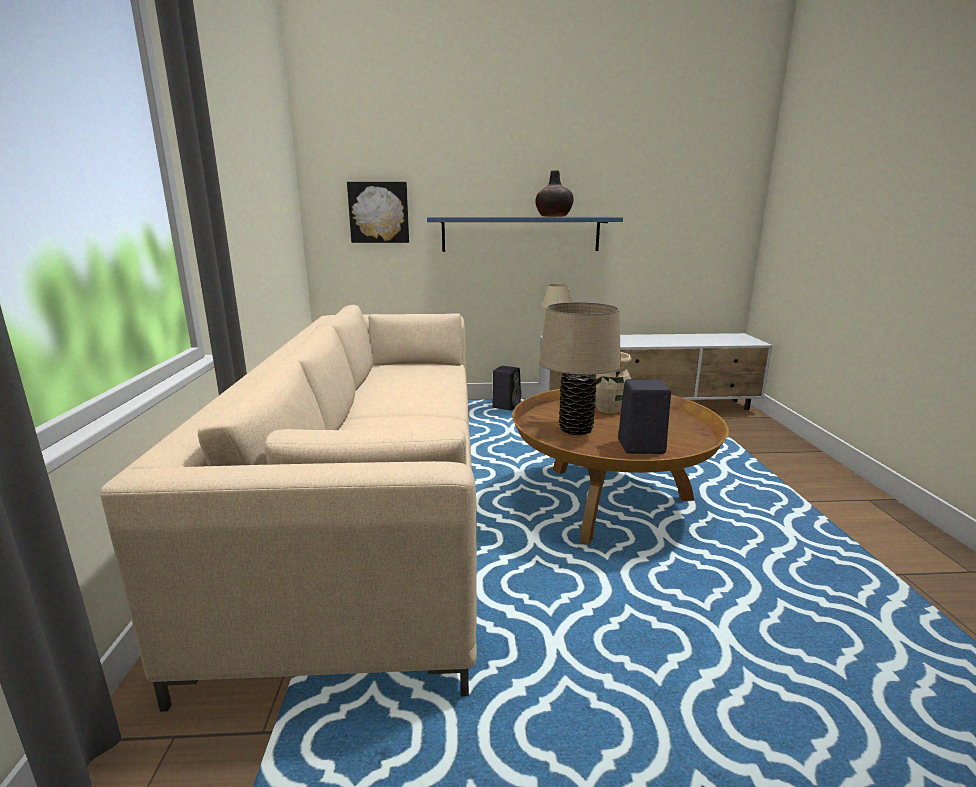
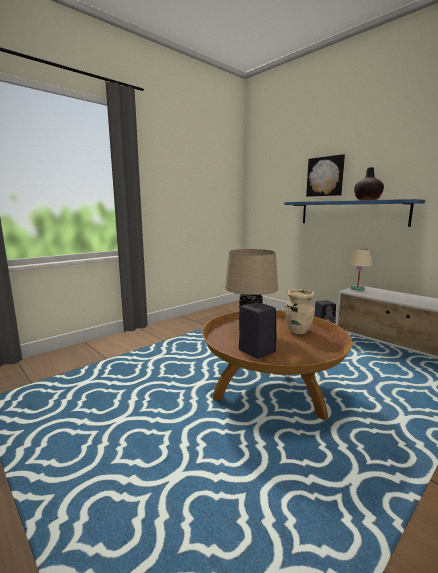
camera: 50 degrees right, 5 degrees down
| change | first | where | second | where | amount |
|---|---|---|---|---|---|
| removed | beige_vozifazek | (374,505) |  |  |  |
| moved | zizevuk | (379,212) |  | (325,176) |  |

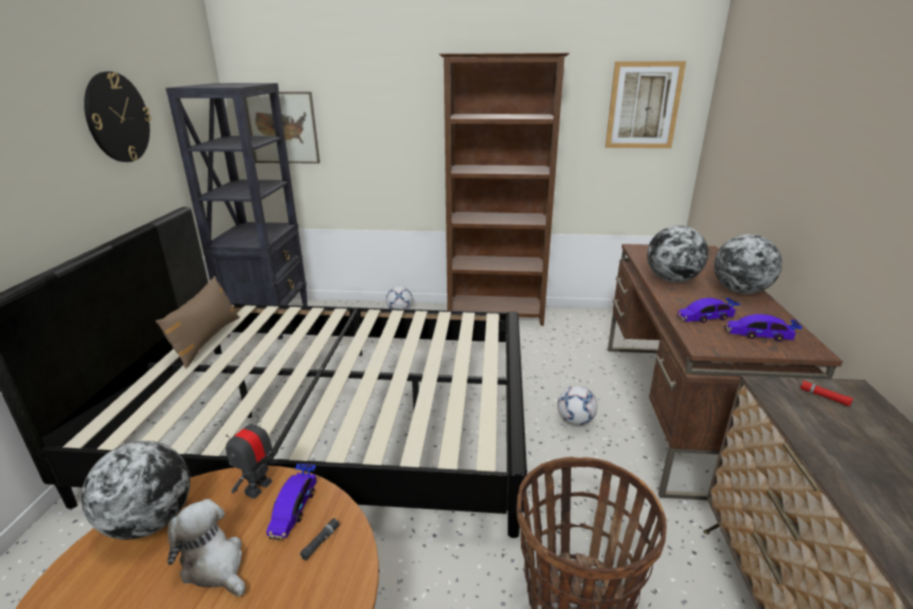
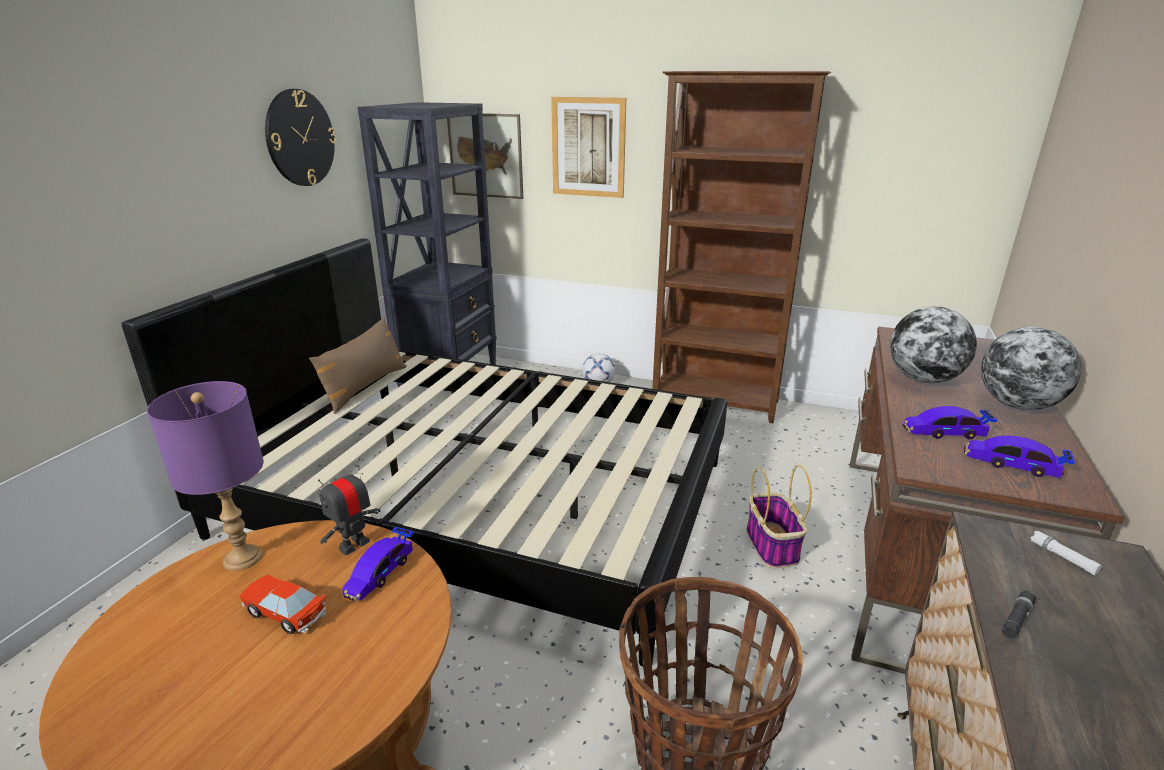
camera: 15 degrees right, 0 degrees up
| change | first | where | second | where | amount |
|---|---|---|---|---|---|
| replaced | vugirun | (150,522) | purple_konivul | (242,558) |  |
| replaced | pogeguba | (215,565) | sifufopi | (285,612) |  |
| moved | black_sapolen | (320,542) |  | (1016,619) |  |
| replaced | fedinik | (575,421) | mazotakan | (772,546) |  |
| moved | zizevuk | (643,105) |  | (588,147) |  |
| recoloured | red_sapolen | (824,397) | white_sapolen | (1062,557) |  |

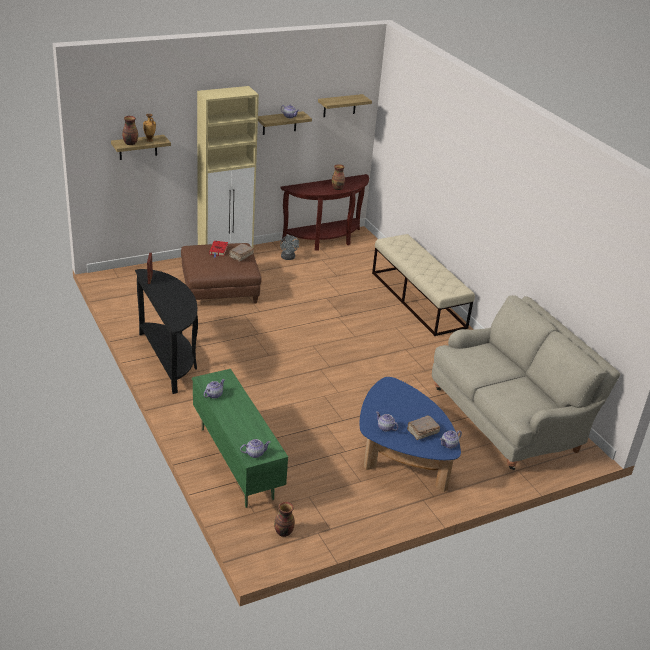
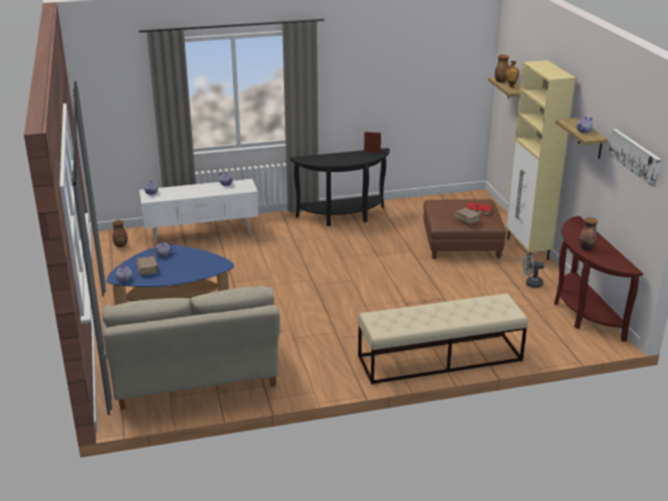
camera: 105 degrees right, 5 degrees down
| change | first | where | second | where | amount |
|---|---|---|---|---|---|
| recoloured | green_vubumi | (236,463) | white_vubumi | (201,234) |  |
| replaced | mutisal | (339,105) | zizevuk | (635,156) |  |

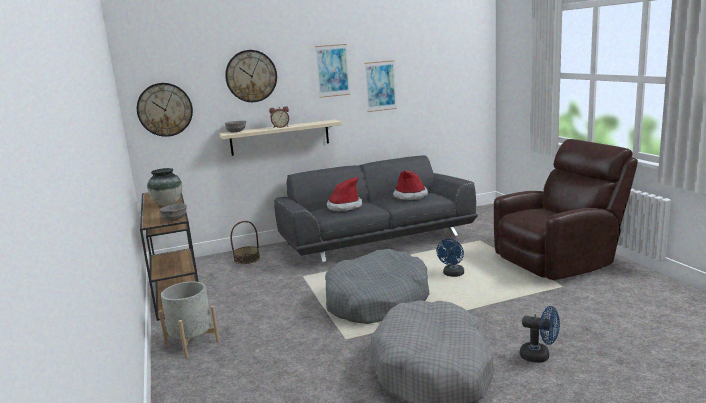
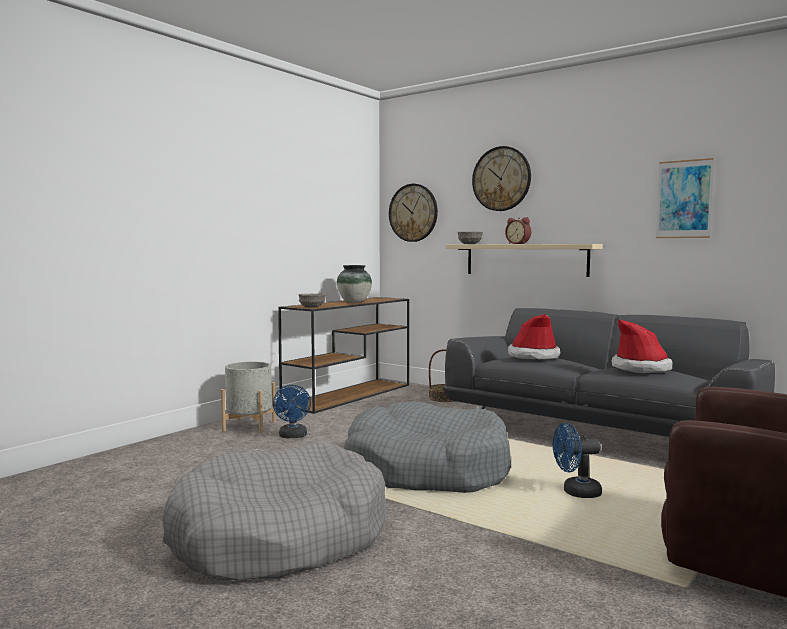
camera: 55 degrees right, 10 degrees down
| change | first | where | second | where | amount |
|---|---|---|---|---|---|
| removed | zizevuk | (332,70) |  |  |  |
| moved | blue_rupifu | (540,356) |  | (293,436) |  |

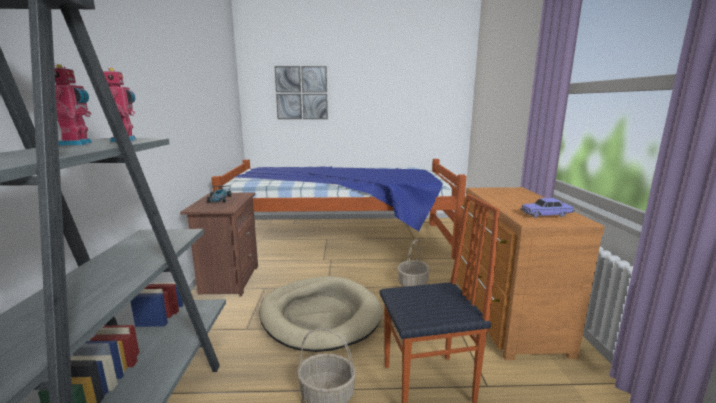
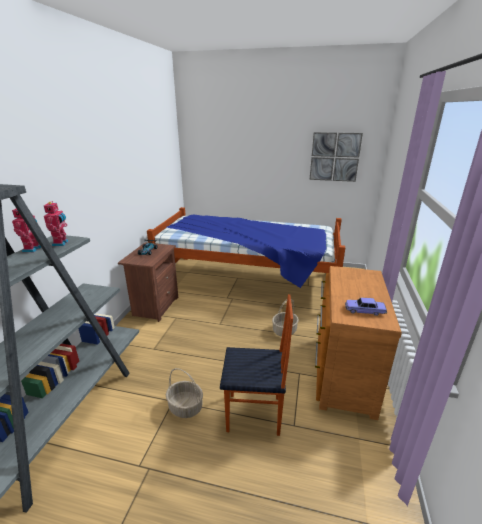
camera: 15 degrees right, 10 degrees up
| change | first | where | second | where | amount |
|---|---|---|---|---|---|
| removed | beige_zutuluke | (320,316) |  |  |  |
| moved | zizevuk | (301,93) |  | (334,157) |  |

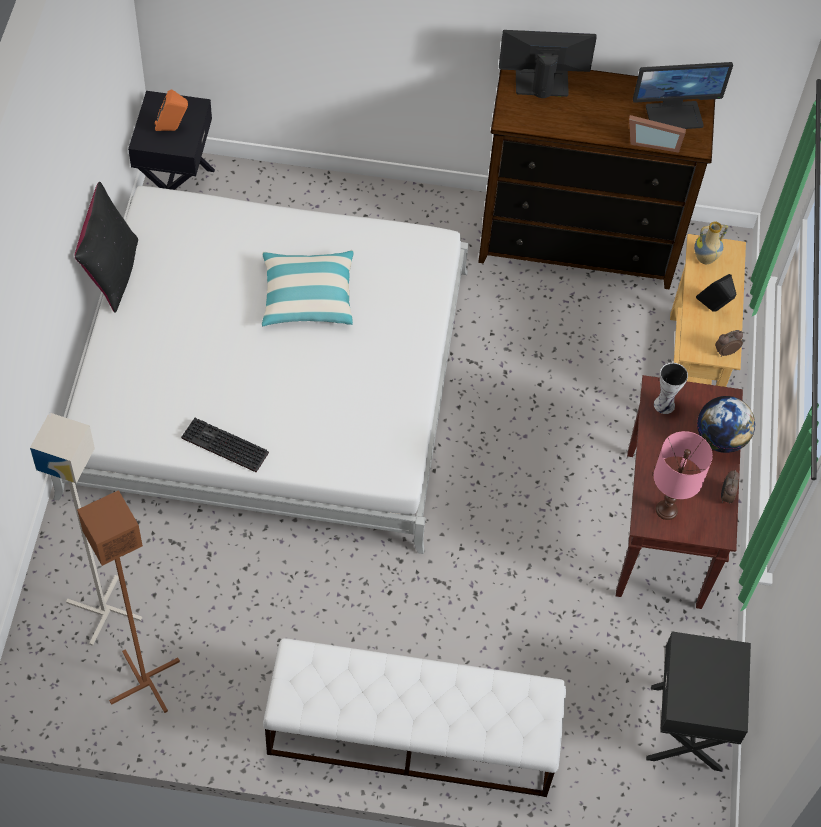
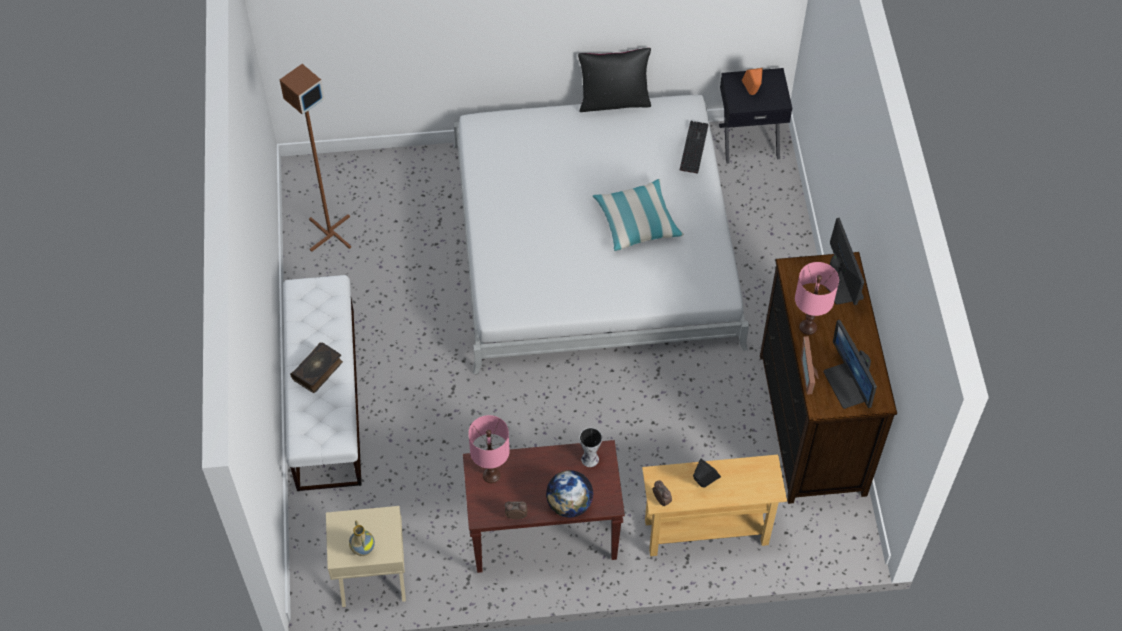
camera: 80 degrees right, 0 degrees up
| change | first | where | second | where | amount |
|---|---|---|---|---|---|
| removed | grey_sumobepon | (105,610) |  |  |  |
| moved | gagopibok | (222,446) |  | (692,147) |  |
| recoloured | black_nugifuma | (687,728) | beige_nugifuma | (372,577) |  |
| moved | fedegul | (705,259) |  | (362,549) |  |
| added |  |  | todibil | (318,370) |  |
| added |  |  | pink_konivul | (807,327) |  |

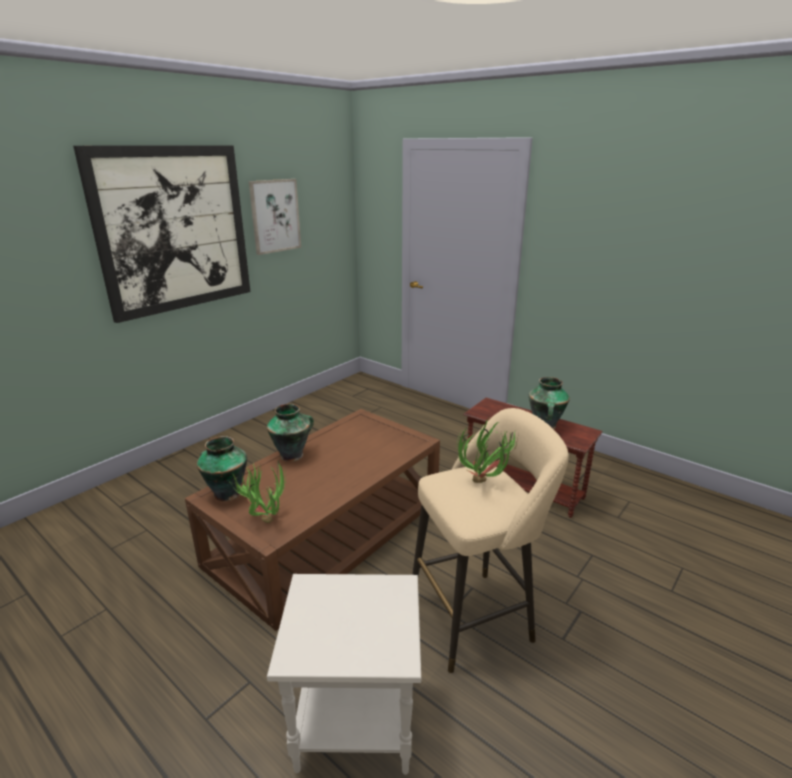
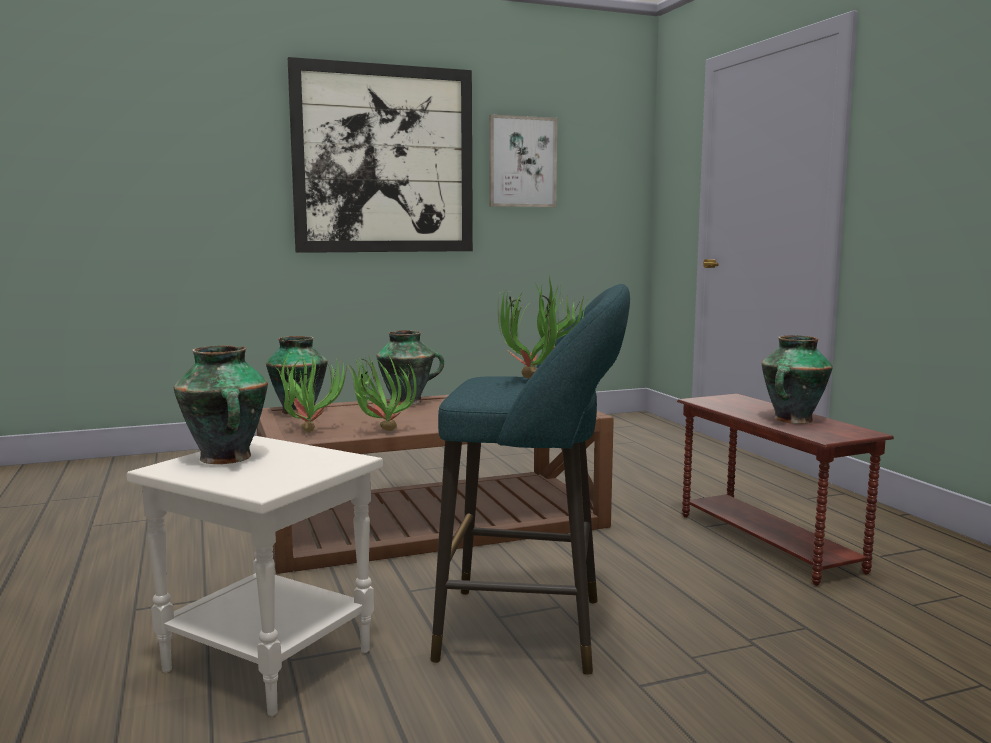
camera: 30 degrees right, 15 degrees down
| change | first | where | second | where | amount |
|---|---|---|---|---|---|
| recoloured | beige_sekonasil | (476,616) | turquoise_sekonasil | (532,630) |  |
| added |  |  | fedegul | (226,458) |  |
| added |  |  | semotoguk | (379,431) |  |

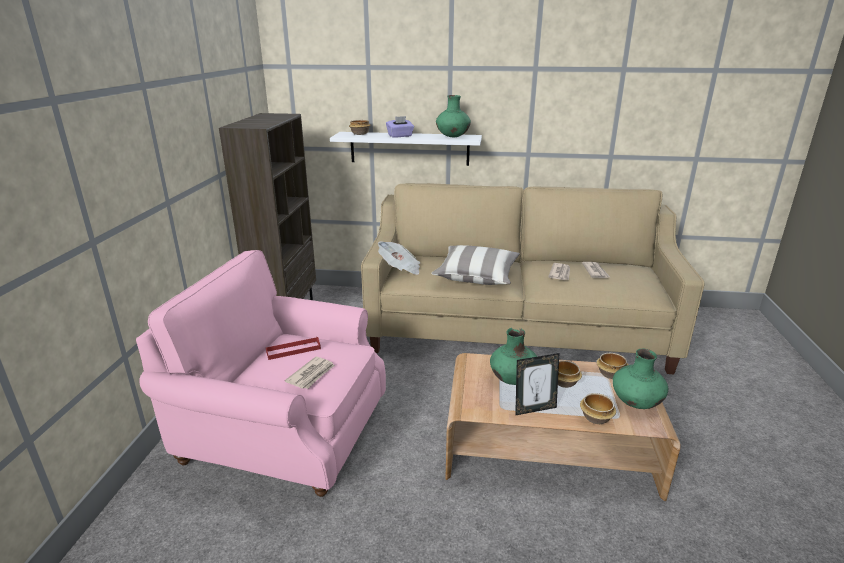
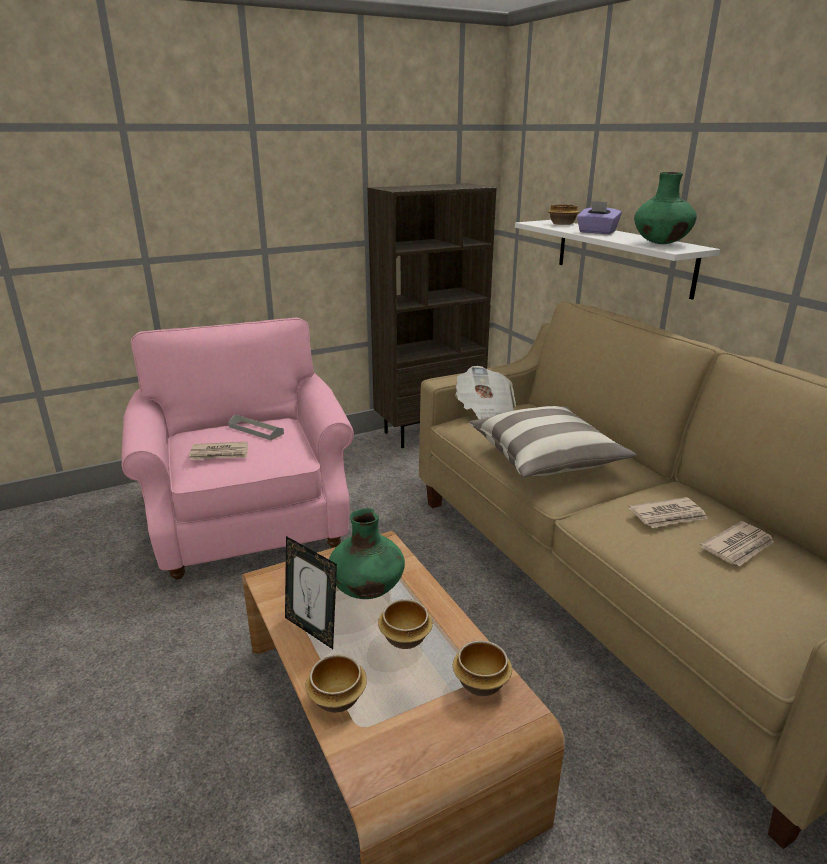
camera: 55 degrees right, 0 degrees up
| change | first | where | second | where | amount |
|---|---|---|---|---|---|
| recoloured | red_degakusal | (293,350) | grey_degakusal | (256,430) |  |
| removed | green_fedegul | (636,402) |  |  |  |

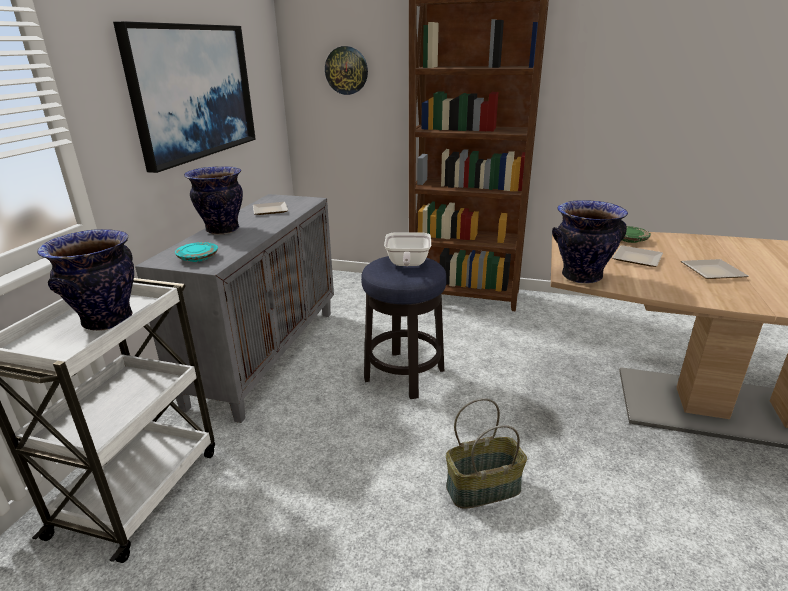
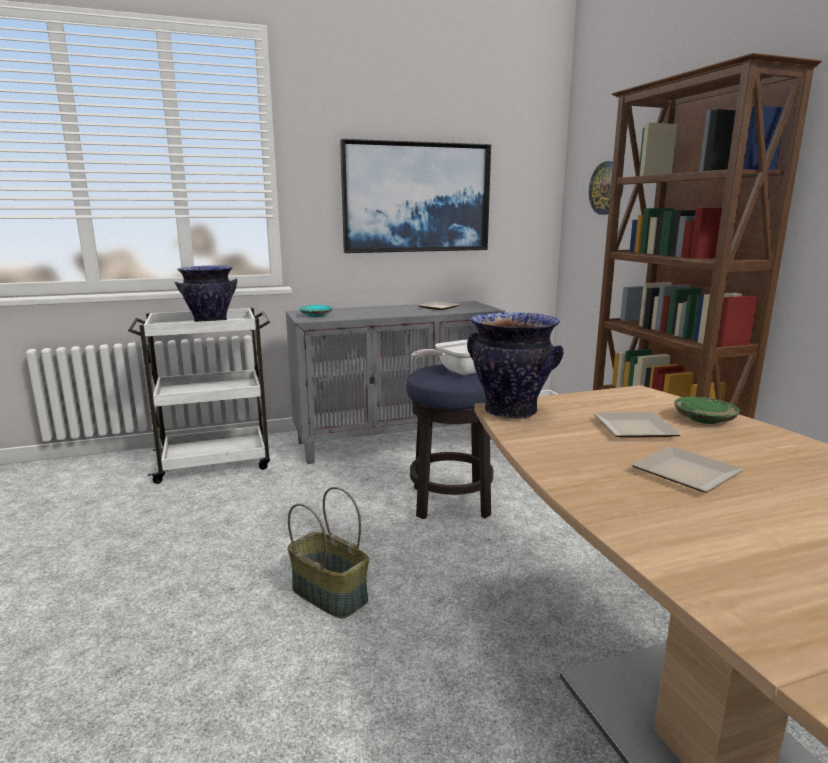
camera: 55 degrees right, 10 degrees down
| change | first | where | second | where | amount |
|---|---|---|---|---|---|
| removed | fedegul | (222,230) |  |  |  |

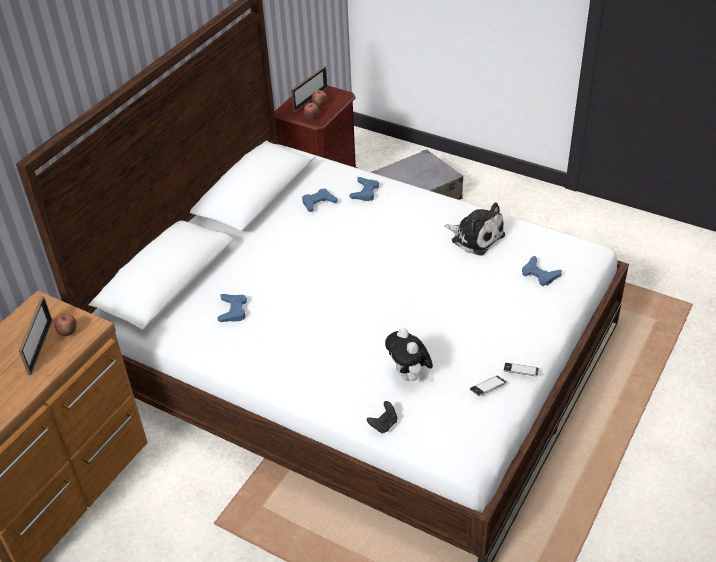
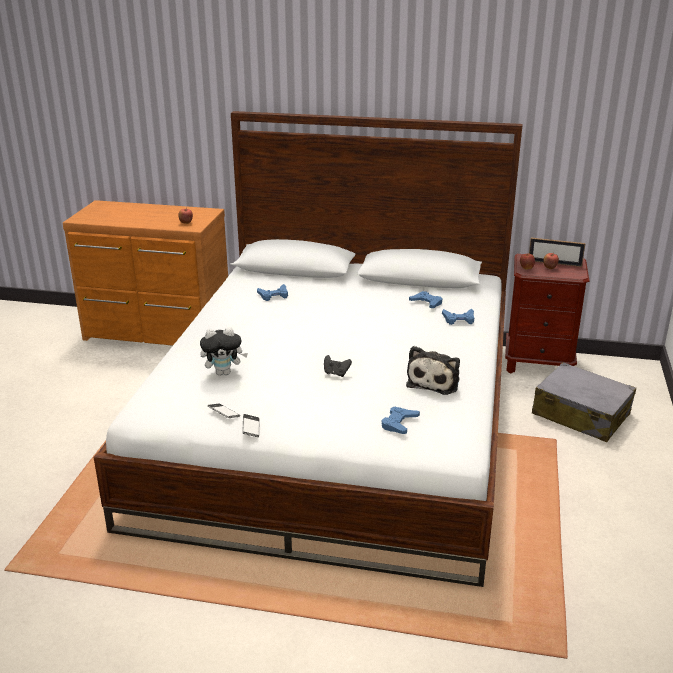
camera: 70 degrees right, 15 degrees down
| change | first | where | second | where | amount |
|---|---|---|---|---|---|
| removed | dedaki | (40,347) |  |  |  |
| moved | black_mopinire | (384,424) |  | (336,373) |  |
| turned | pogeguba | (409,376) |  | (224,372) | 150 degrees counterclockwise |

